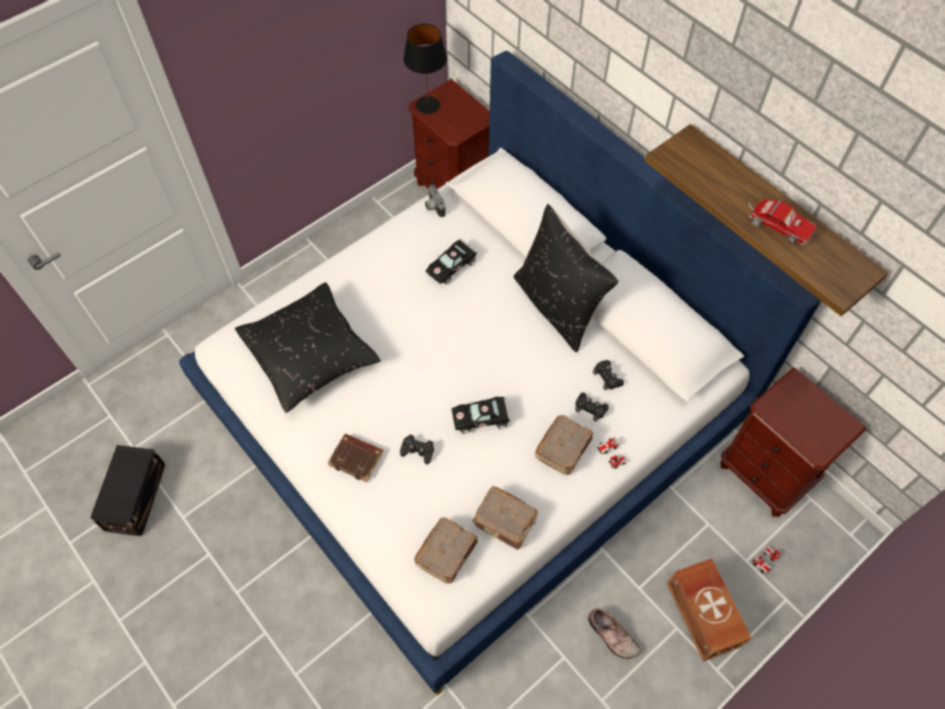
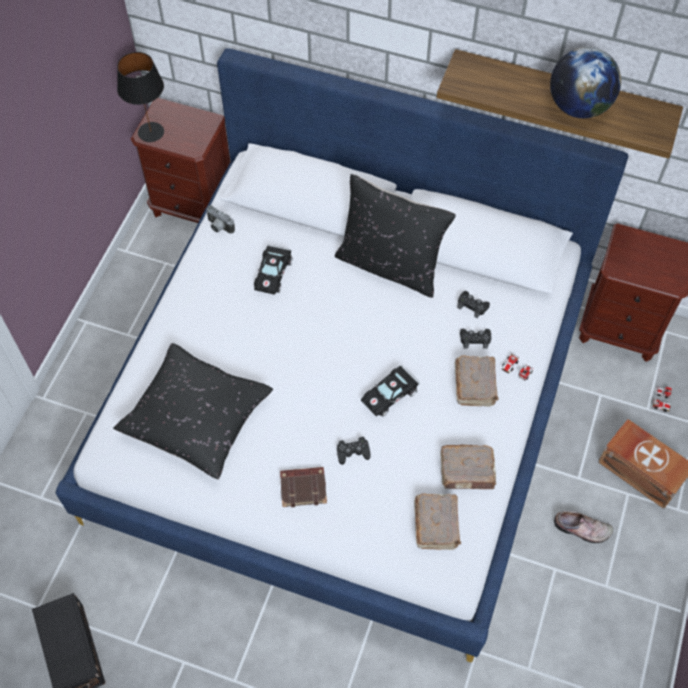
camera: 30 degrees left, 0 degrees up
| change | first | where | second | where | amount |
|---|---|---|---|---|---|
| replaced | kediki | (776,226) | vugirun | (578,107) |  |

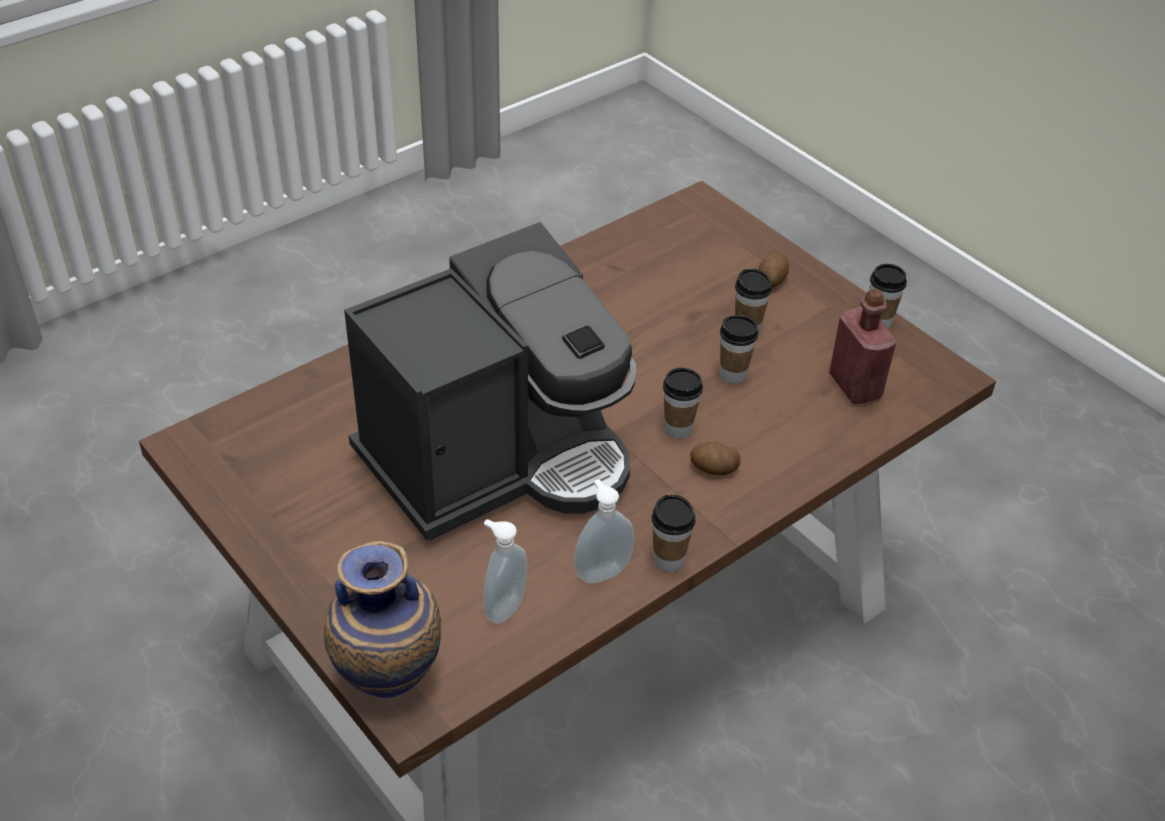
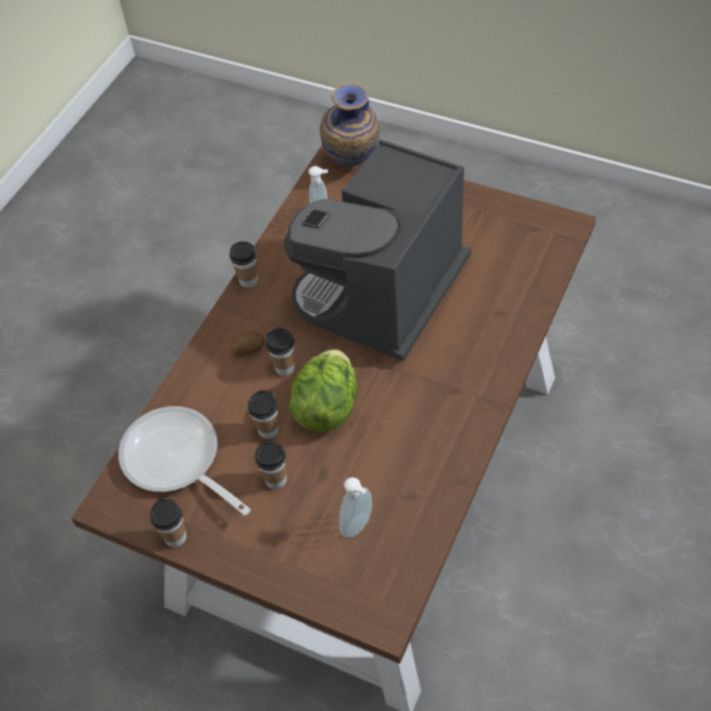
camera: 160 degrees right, 10 degrees up
| change | first | where | second | where | amount |
|---|---|---|---|---|---|
| moved | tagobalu | (601,571) |  | (359,526) |  |
| removed | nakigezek | (771,279) |  |  |  |
| replaced | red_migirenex | (855,386) | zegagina | (176,461) |  |
| added |  |  | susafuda | (327,407) |  |

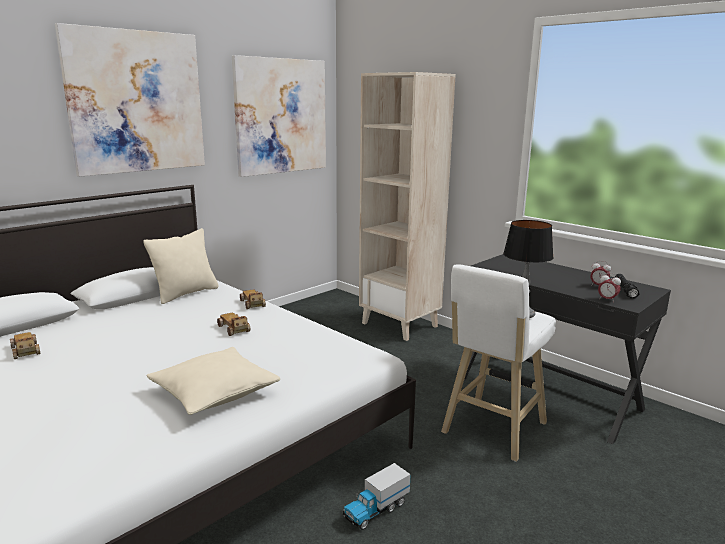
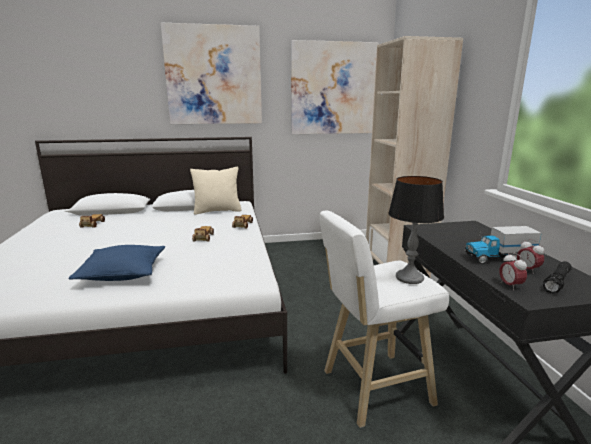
camera: 35 degrees right, 0 degrees up
| change | first | where | second | where | amount |
|---|---|---|---|---|---|
| recoloured | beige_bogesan | (215,393) | blue_bogesan | (123,273) |  |
| moved | kediki | (376,510) |  | (498,258) |  |

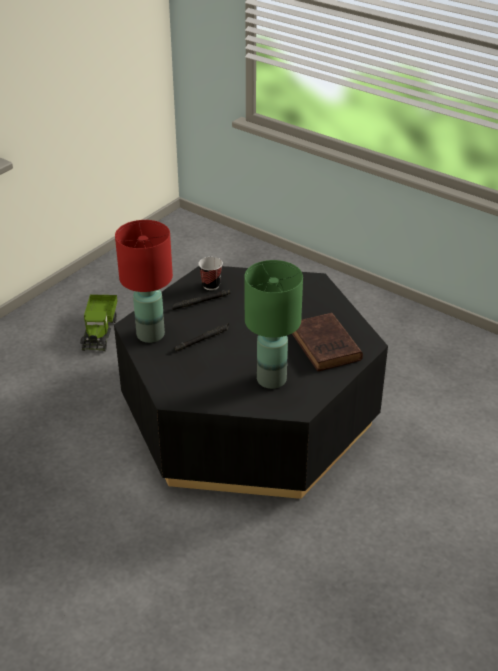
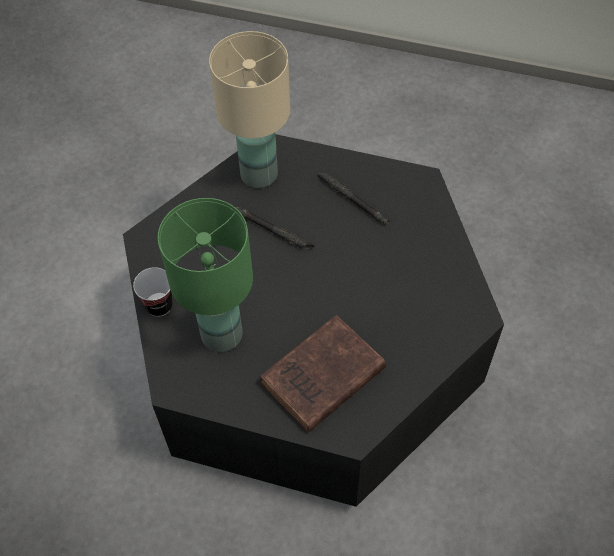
camera: 70 degrees right, 20 degrees up
| change | first | where | second | where | amount |
|---|---|---|---|---|---|
| removed | kediki | (100,331) |  |  |  |
| recoloured | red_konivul | (151,334) | beige_konivul | (260,174) |  |
| moved | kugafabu | (211,285) |  | (159,305) |  |

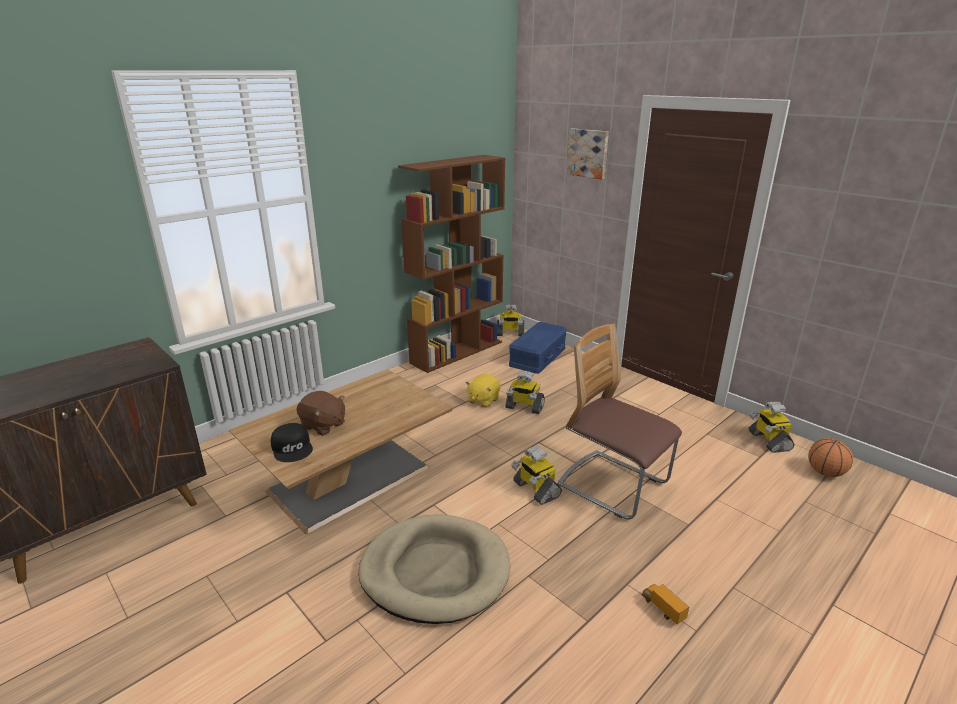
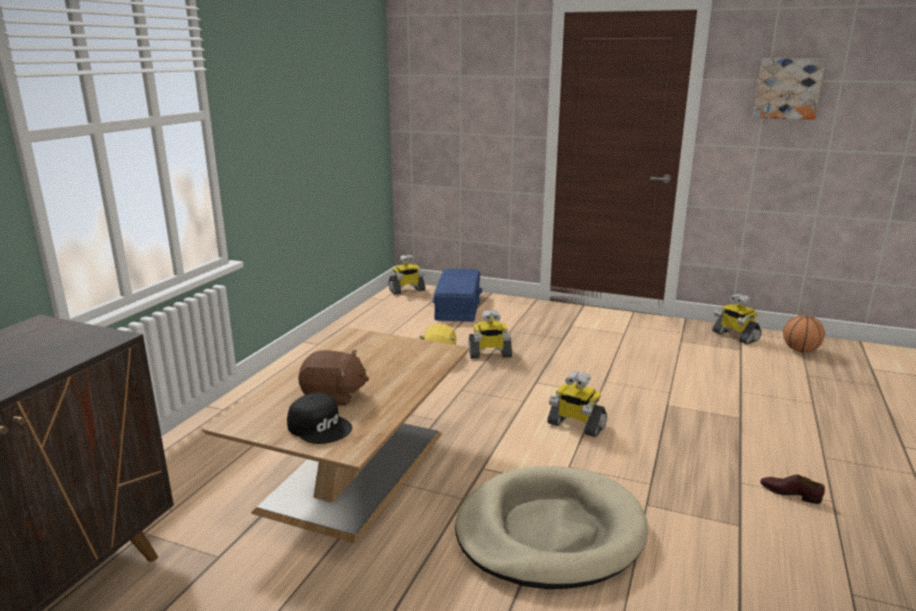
camera: 25 degrees left, 5 degrees down
| change | first | where | second | where | amount |
|---|---|---|---|---|---|
| removed | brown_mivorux | (457,352) |  |  |  |
| removed | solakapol | (612,485) |  |  |  |
| moved | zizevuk | (588,153) |  | (788,88) |  |
| replaced | kediki | (662,609) | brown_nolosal | (790,493) |  |

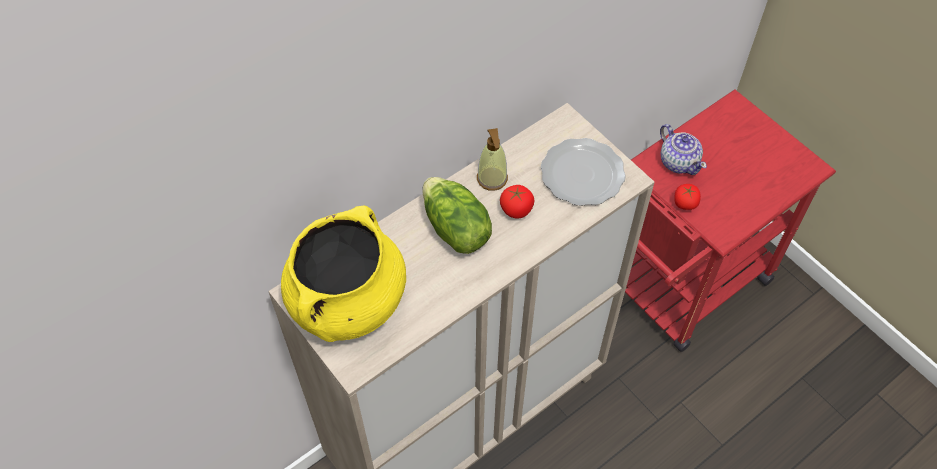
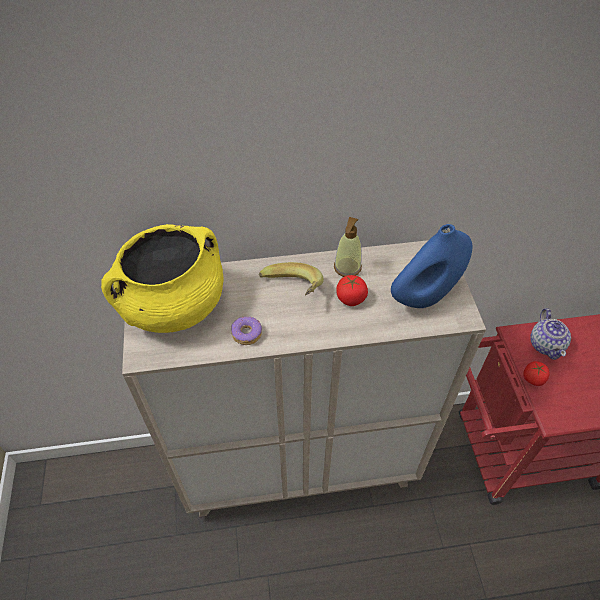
camera: 30 degrees right, 5 degrees down
| change | first | where | second | where | amount |
|---|---|---|---|---|---|
| replaced | susafuda | (455,229) | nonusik | (291,291) |  |
| replaced | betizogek | (582,175) | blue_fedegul | (424,297) |  |
| added |  |  | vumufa | (246,334) |  |

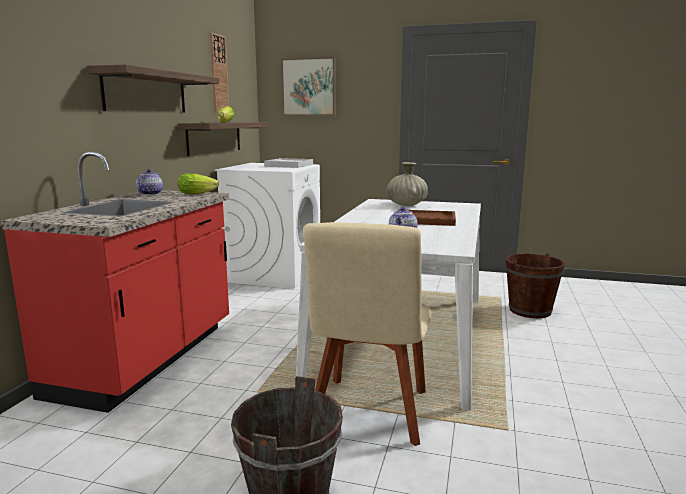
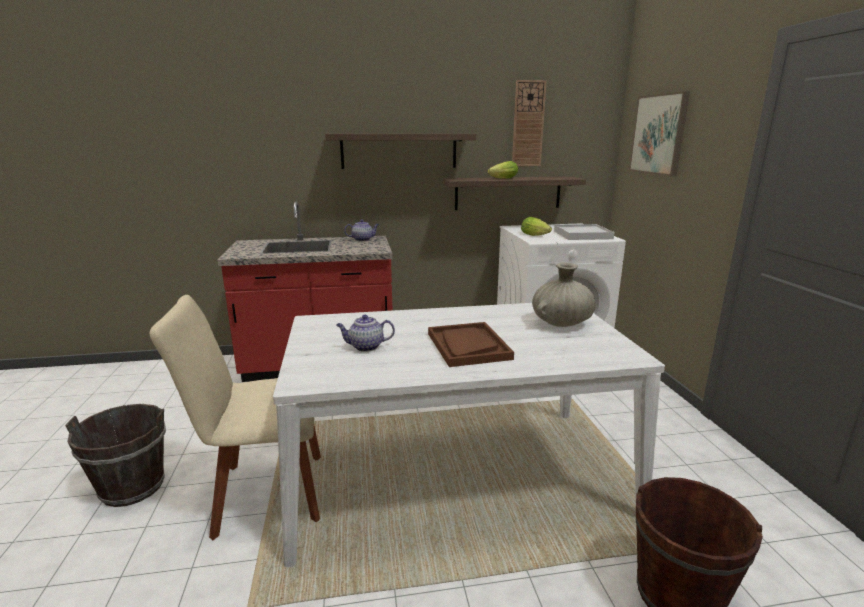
camera: 65 degrees right, 5 degrees up
| change | first | where | second | where | amount |
|---|---|---|---|---|---|
| moved | susafuda | (199,193) |  | (536,235) |  |

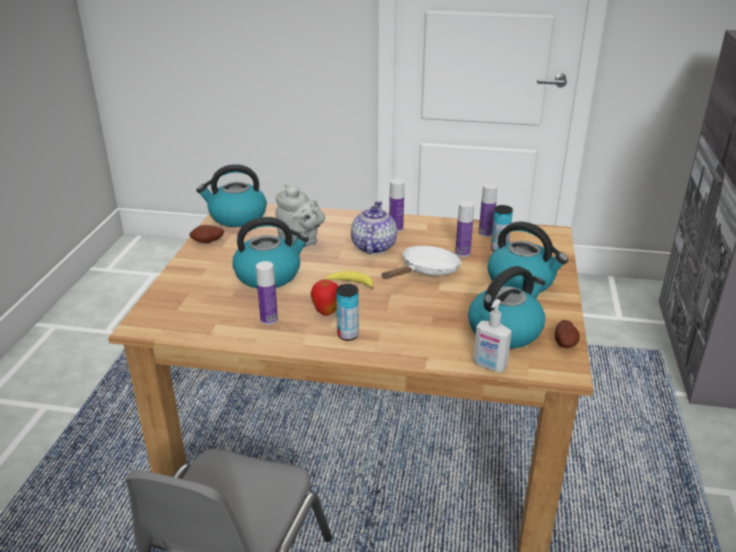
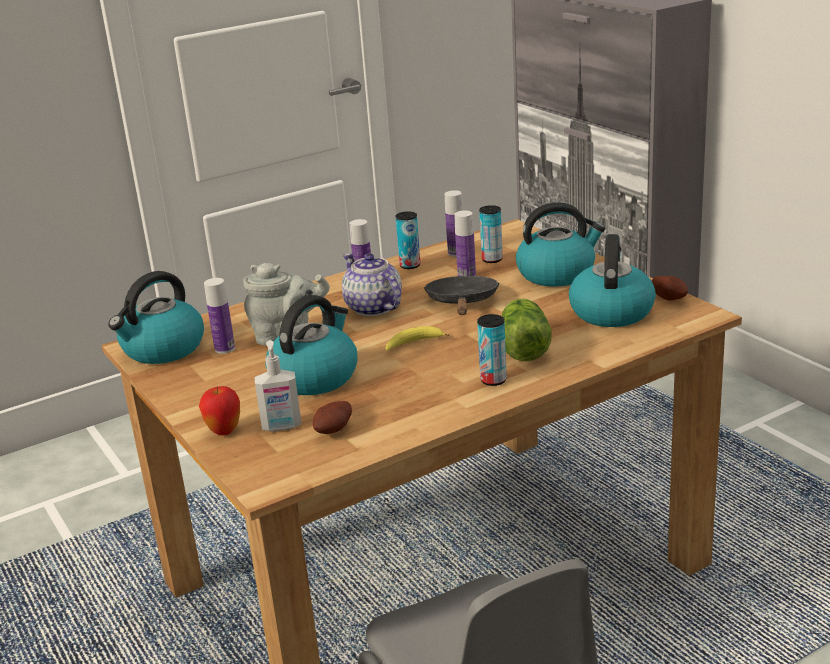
camera: 40 degrees left, 5 degrees down
| change | first | where | second | where | amount |
|---|---|---|---|---|---|
| moved | nakigezek | (208,242) |  | (335,430) |  |
| moved | migirenex | (269,319) |  | (225,349) |  |
| moved | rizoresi | (326,312) |  | (224,431) |  |
| recoloured | white_zegagina | (426,271) | black_zegagina | (462,303) |  |
| moved | tagobalu | (489,366) |  | (282,427) |  |
| added |  |  | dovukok | (410,265) |  |
| added |  |  | susafuda | (524,346) |  |

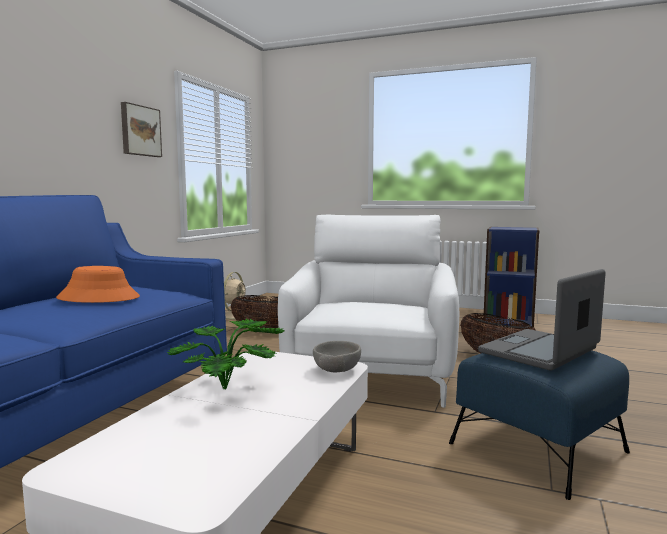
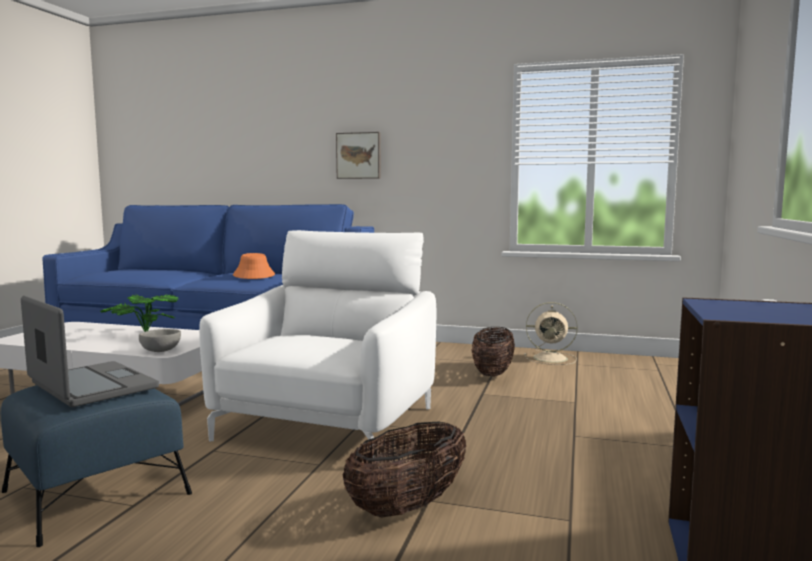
camera: 85 degrees right, 0 degrees up
| change | first | where | second | where | amount |
|---|---|---|---|---|---|
| moved | zizevuk | (140,131) |  | (359,155) |  |
| turned | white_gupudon | (370,375) |  | (327,424) | 75 degrees counterclockwise |

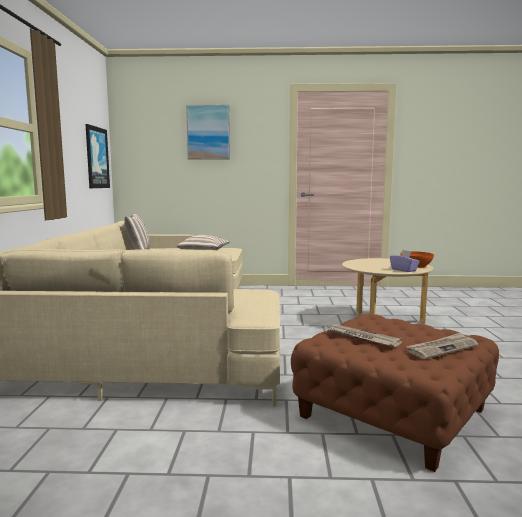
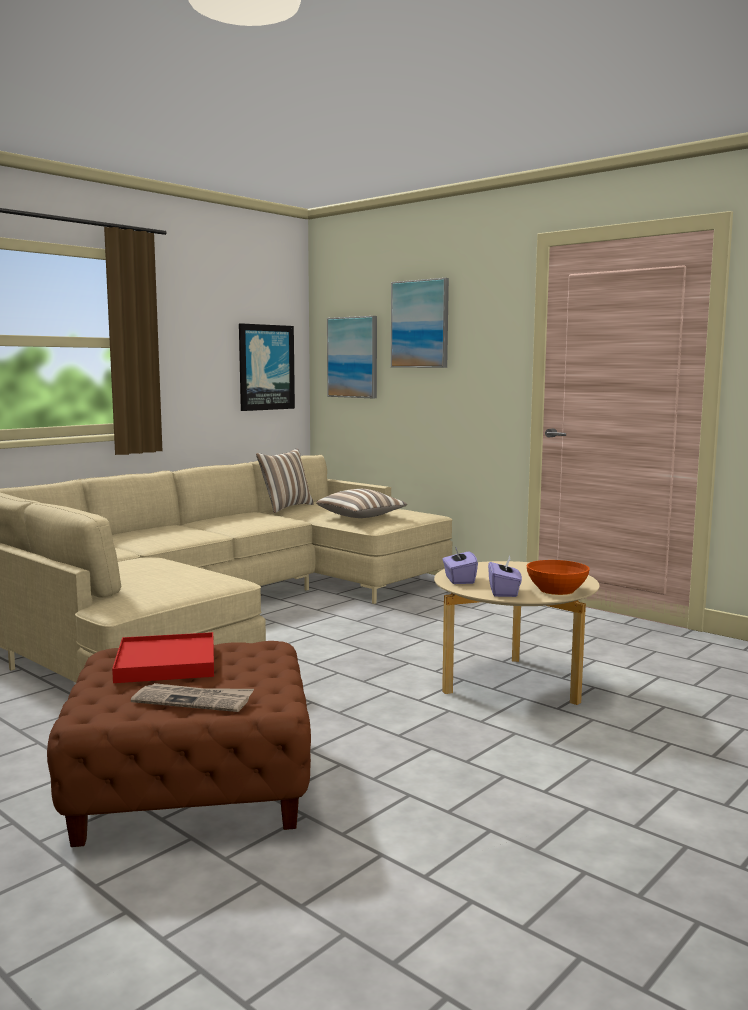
camera: 40 degrees right, 0 degrees up
| change | first | where | second | where | amount |
|---|---|---|---|---|---|
| replaced | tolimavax | (362,337) | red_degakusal | (166,663) |  |
| added |  |  | zizevuk | (353,357) |  |
| added |  |  | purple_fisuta | (459,580) |  |

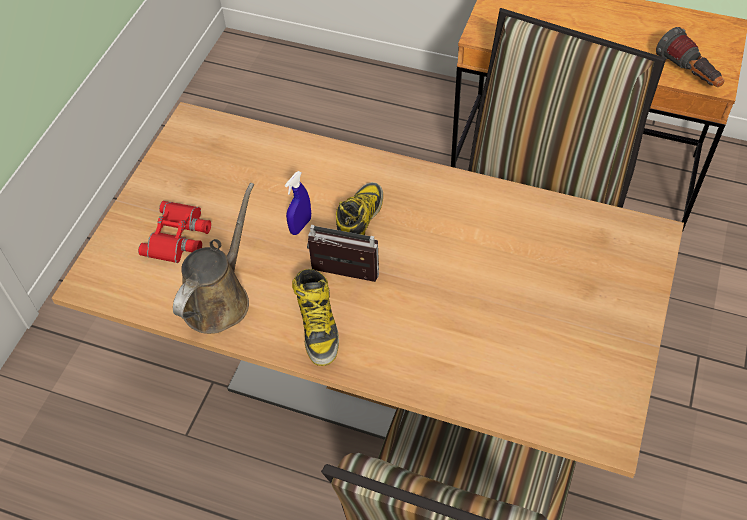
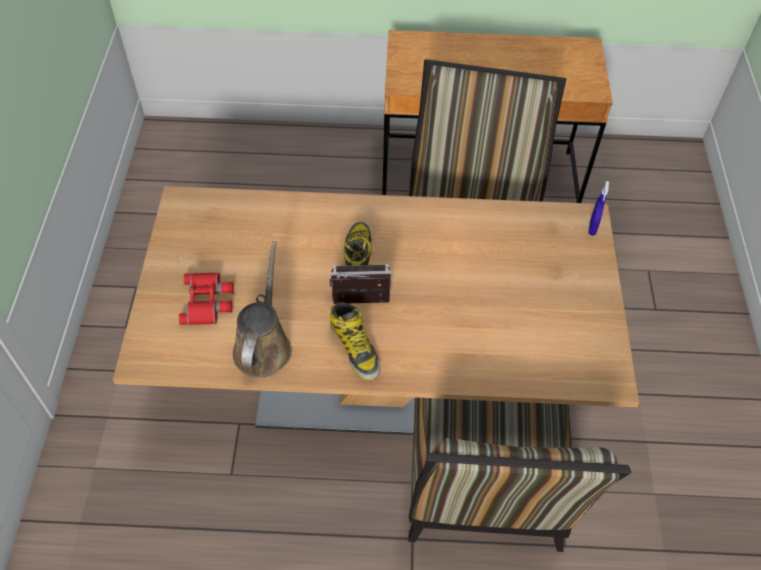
camera: 20 degrees left, 0 degrees up
| change | first | where | second | where | amount |
|---|---|---|---|---|---|
| moved | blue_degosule | (300,226) |  | (592,227) |  |
| removed | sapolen | (688,74) |  |  |  |

